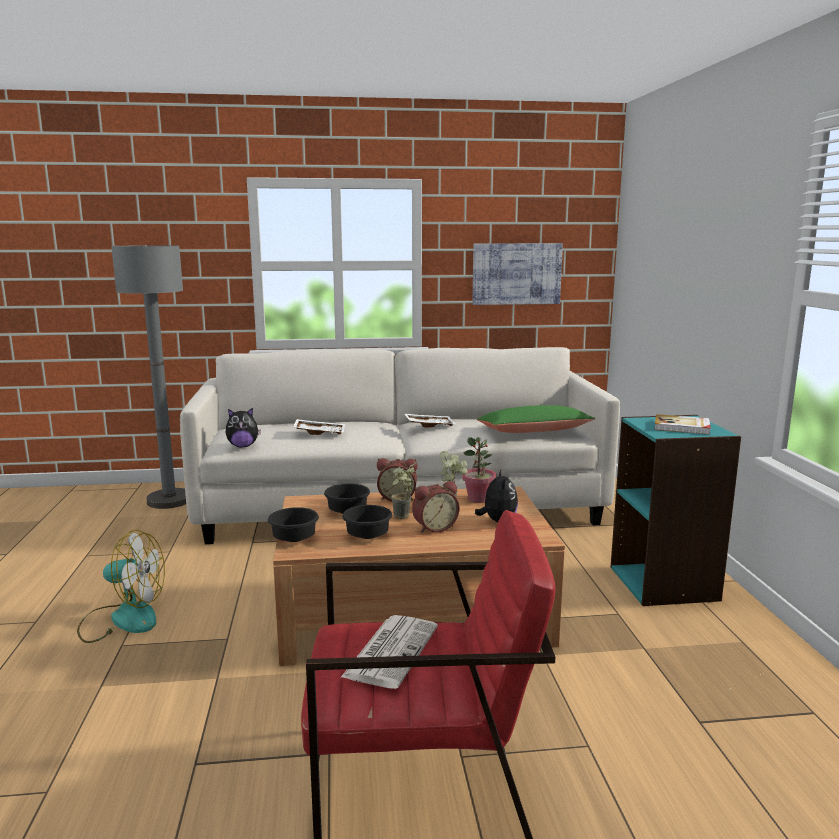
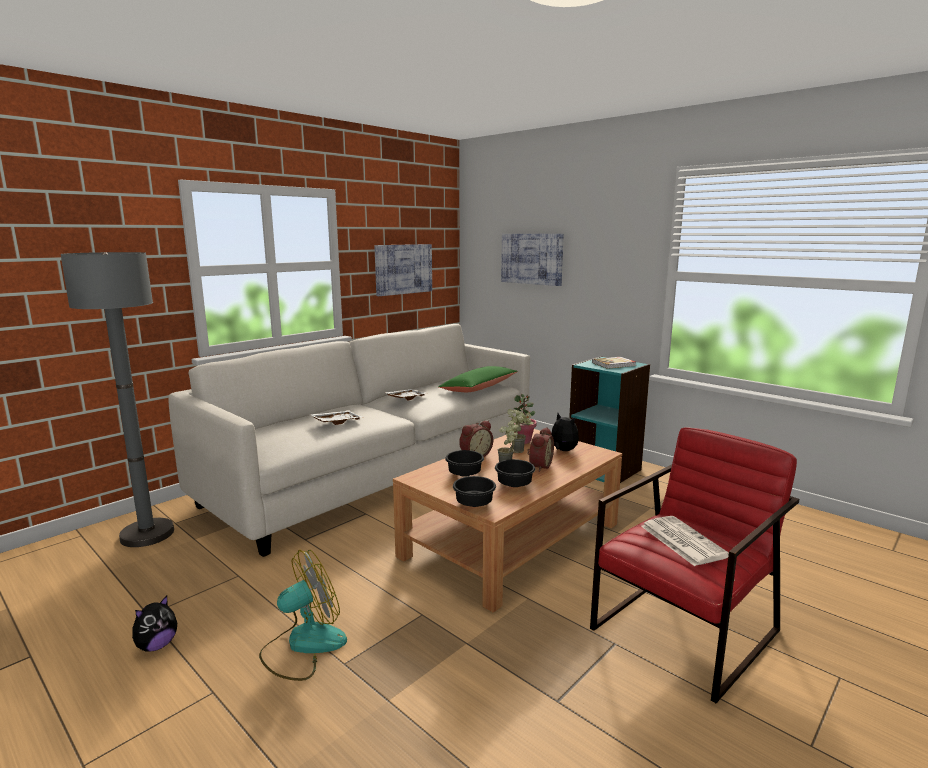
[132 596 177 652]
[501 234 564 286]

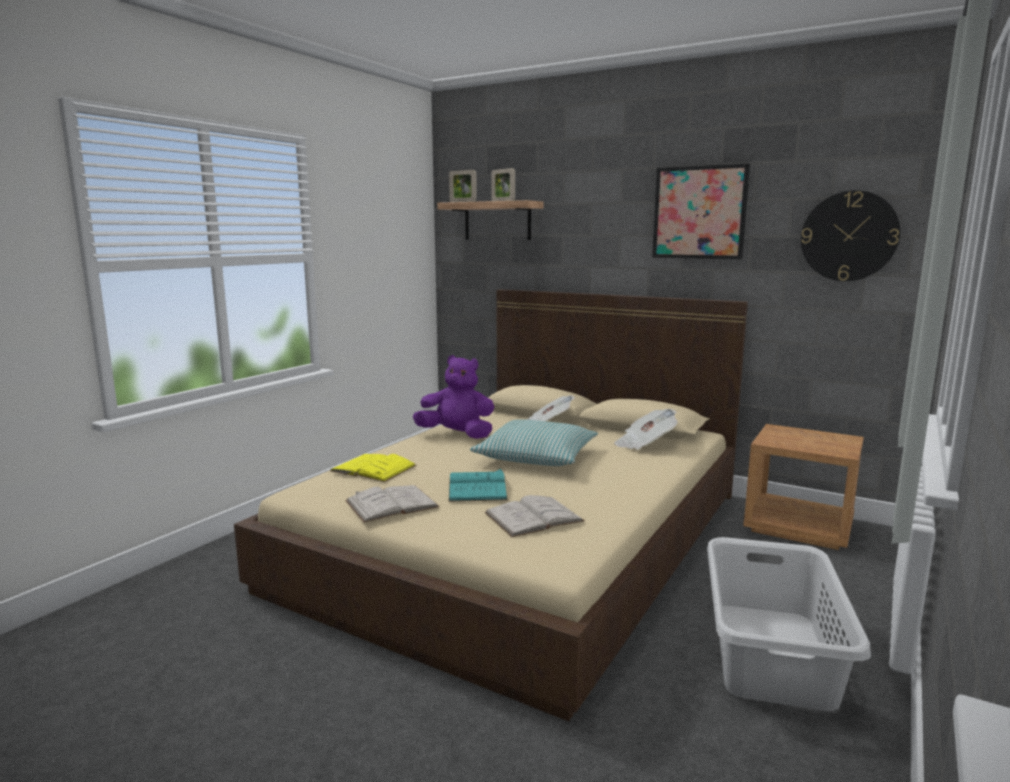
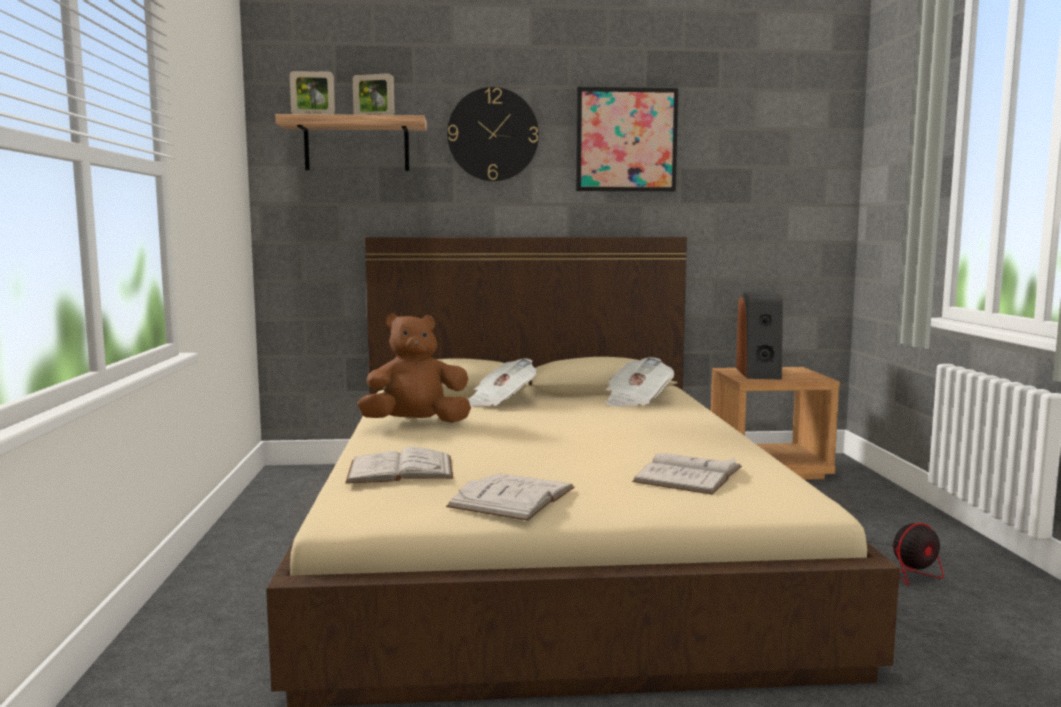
[345 446 453 484]
[357 314 471 423]
[447 87 539 181]
[736 291 783 380]
[867 523 948 586]
[448 468 508 502] (first image)
[470 419 598 466] (first image)

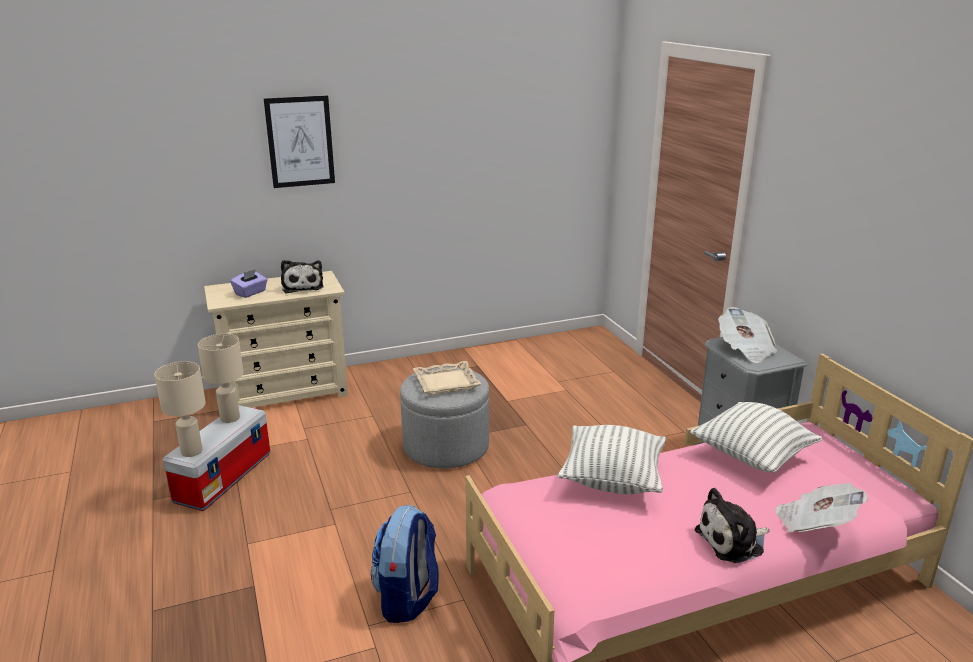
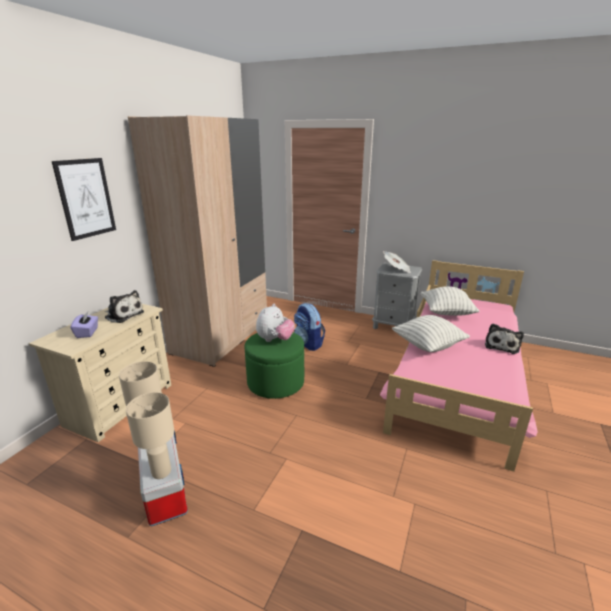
[128 115 267 367]
[245 332 304 399]
[256 304 295 342]
[294 303 325 351]
[775 483 868 532] (first image)

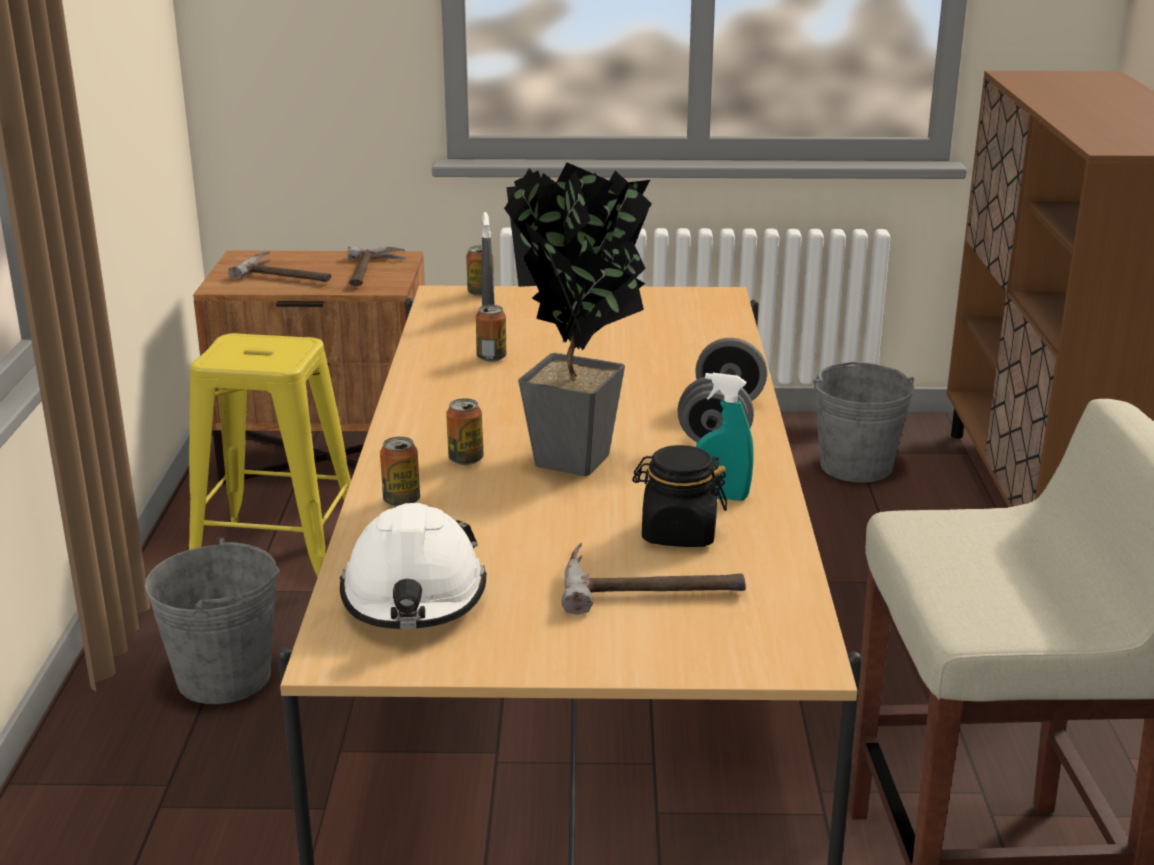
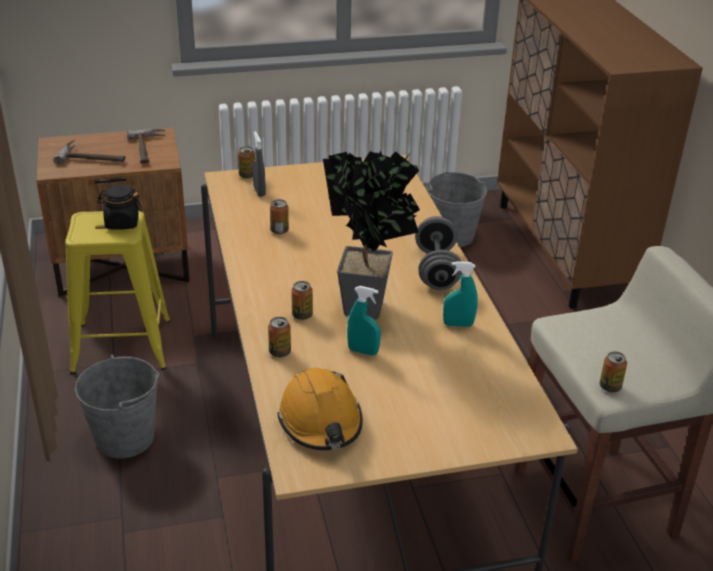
[97 184 142 230]
[277 368 363 450]
[347 286 381 355]
[600 351 627 392]
[562 543 746 615] (first image)

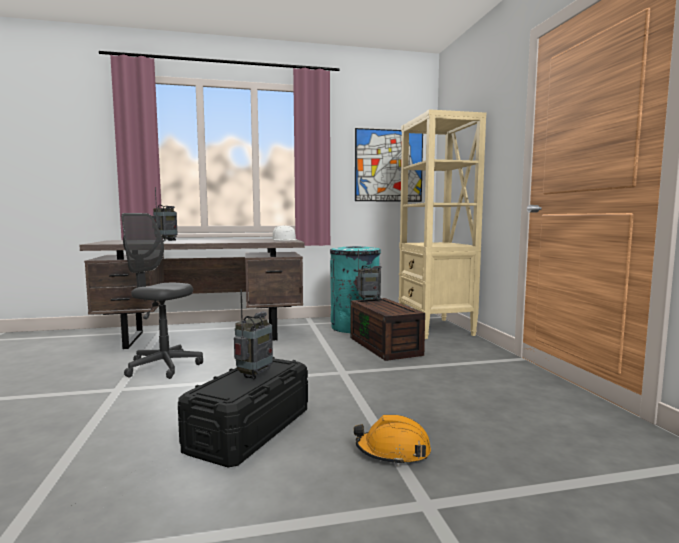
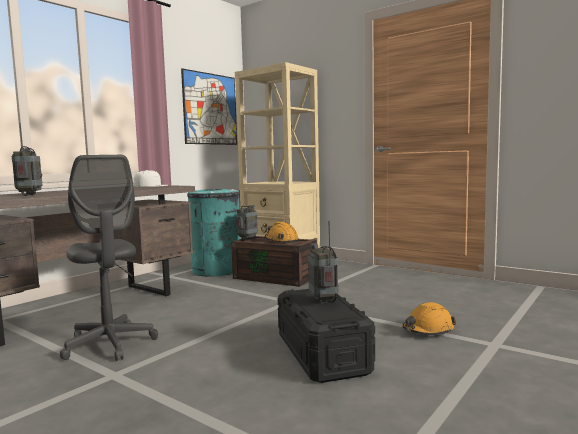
[60 155 158 361]
[265 222 299 244]

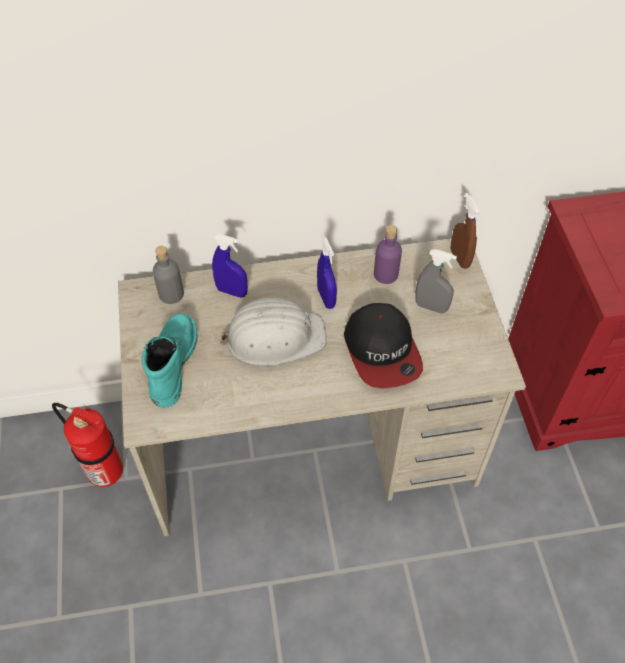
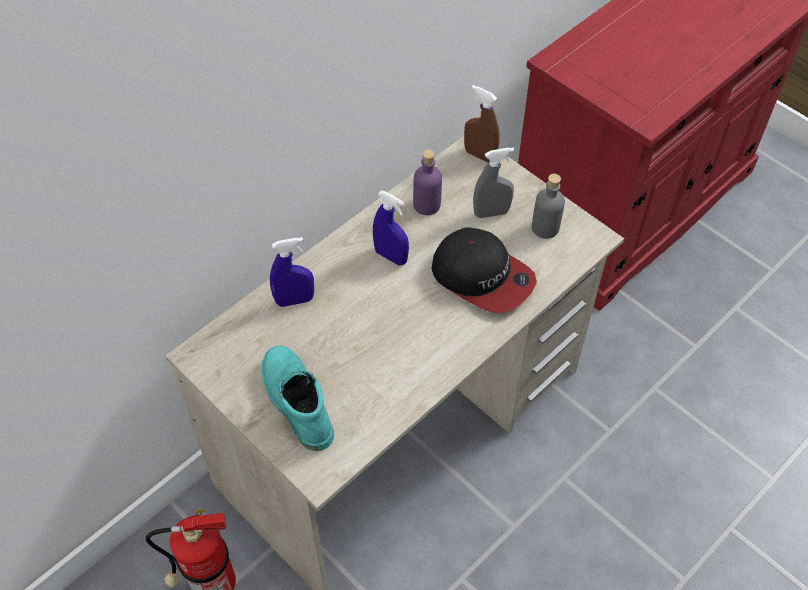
[532 174 565 239]
[219 298 327 367] (first image)

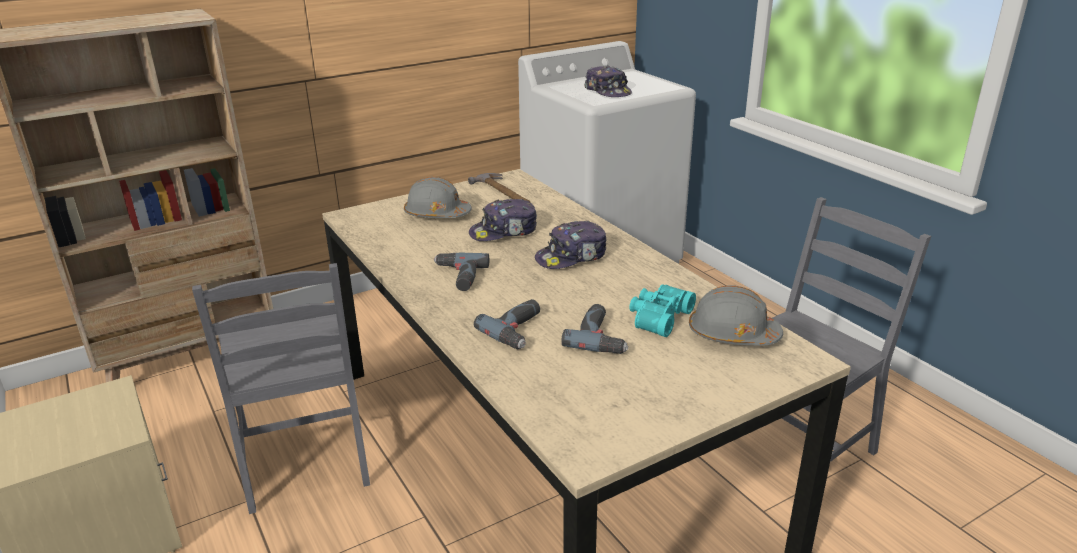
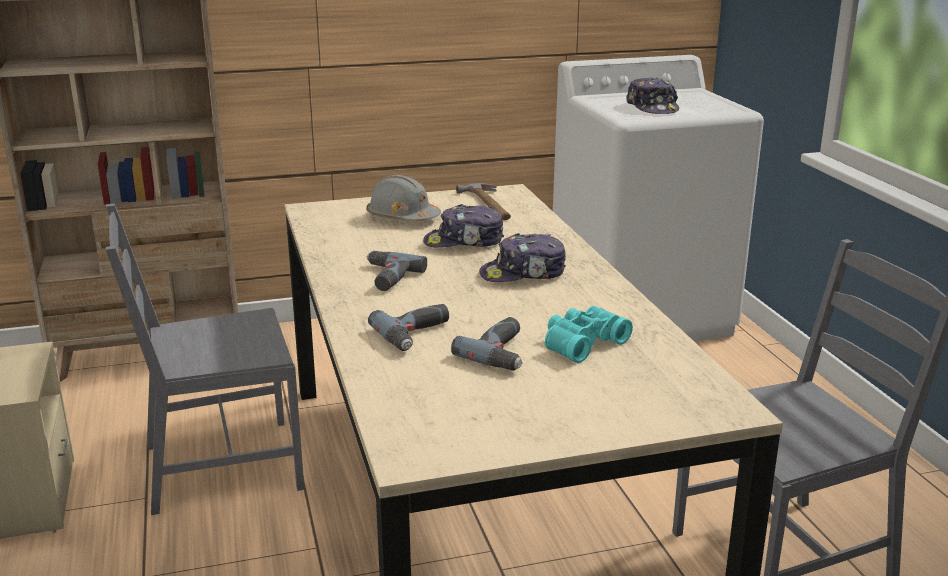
[106 203 304 515]
[689 286 783 346] (first image)

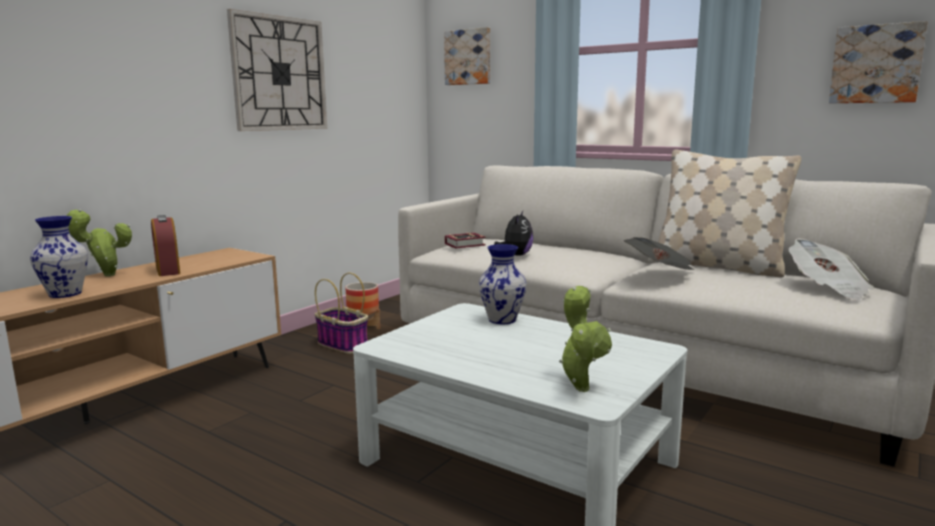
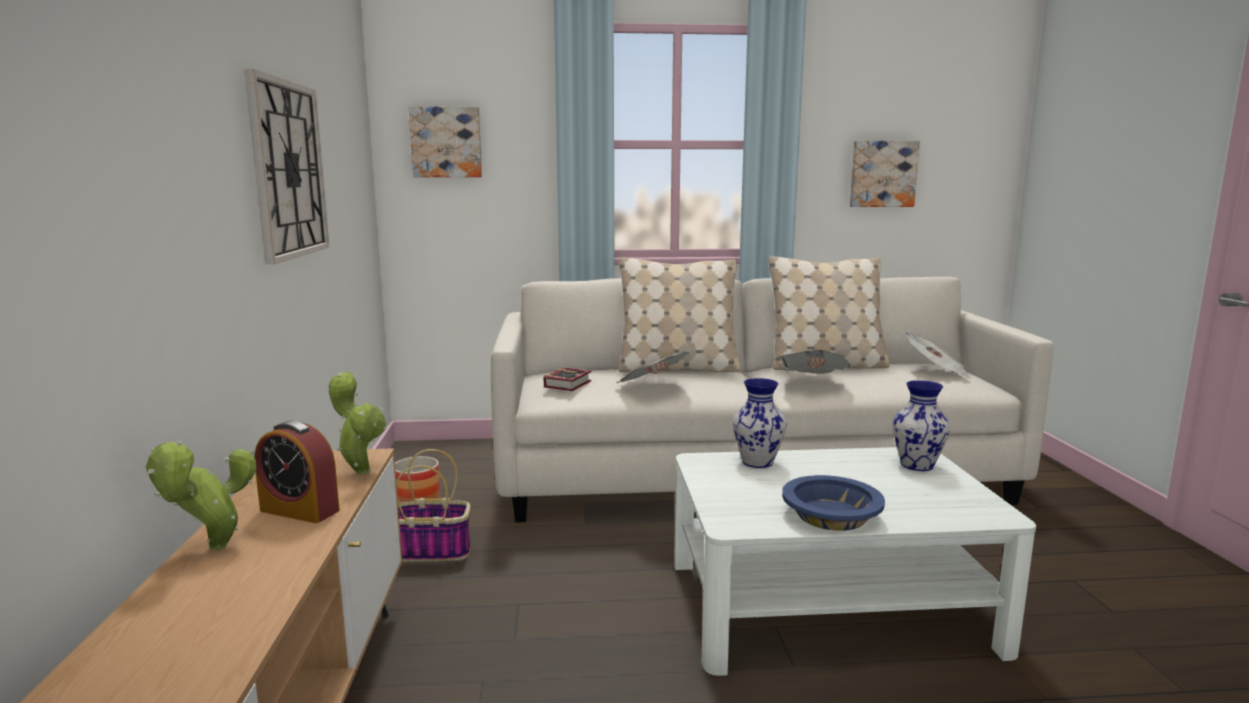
[328 372 387 475]
[616 351 689 383]
[618 257 741 372]
[782 475 885 531]
[893 380 950 471]

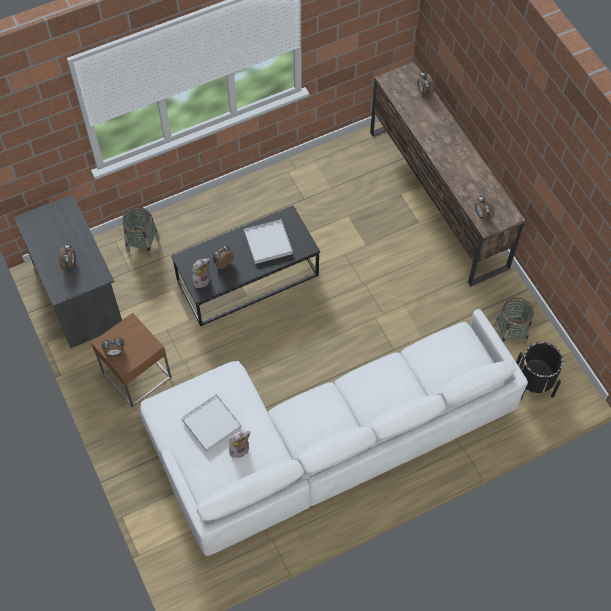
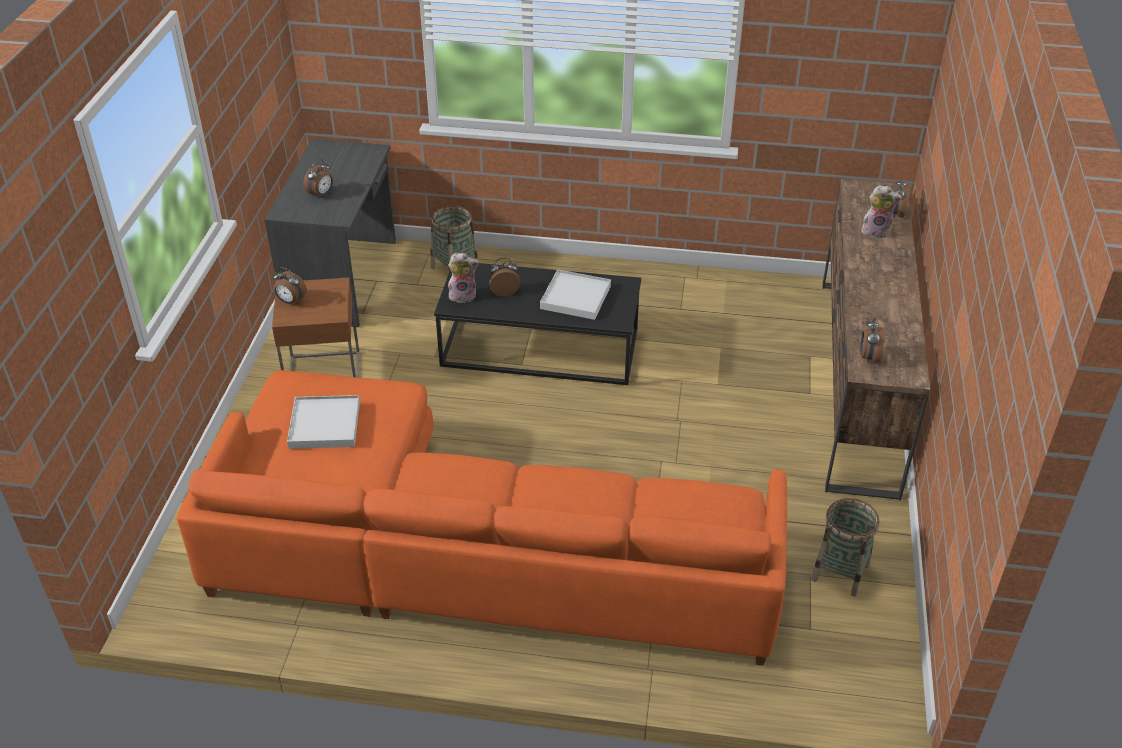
[176 370 787 666]
[861 185 902 238]
[516 342 563 400] (first image)

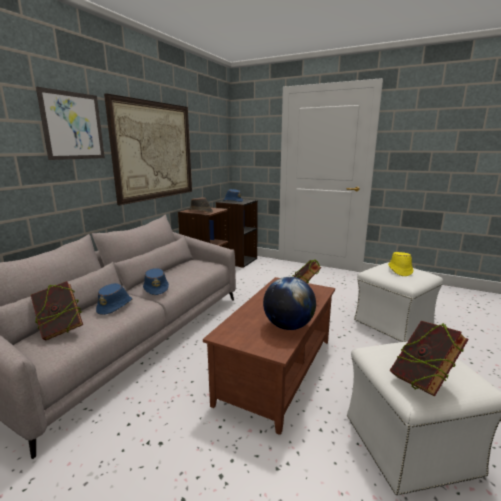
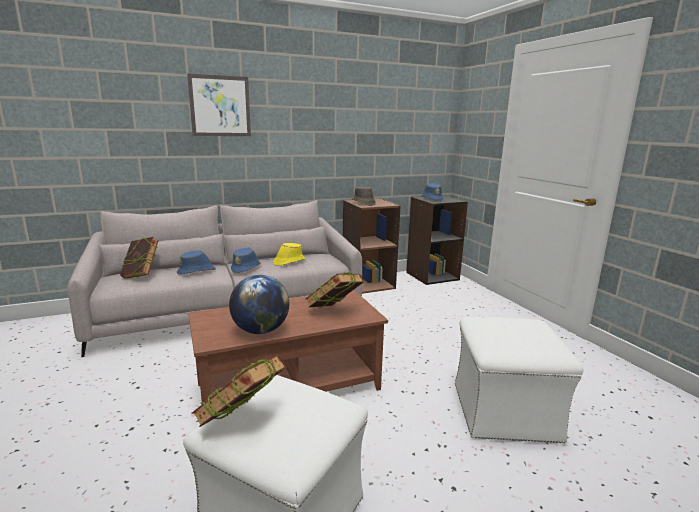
[273 243 306 266]
[104 93 192 205] (first image)

